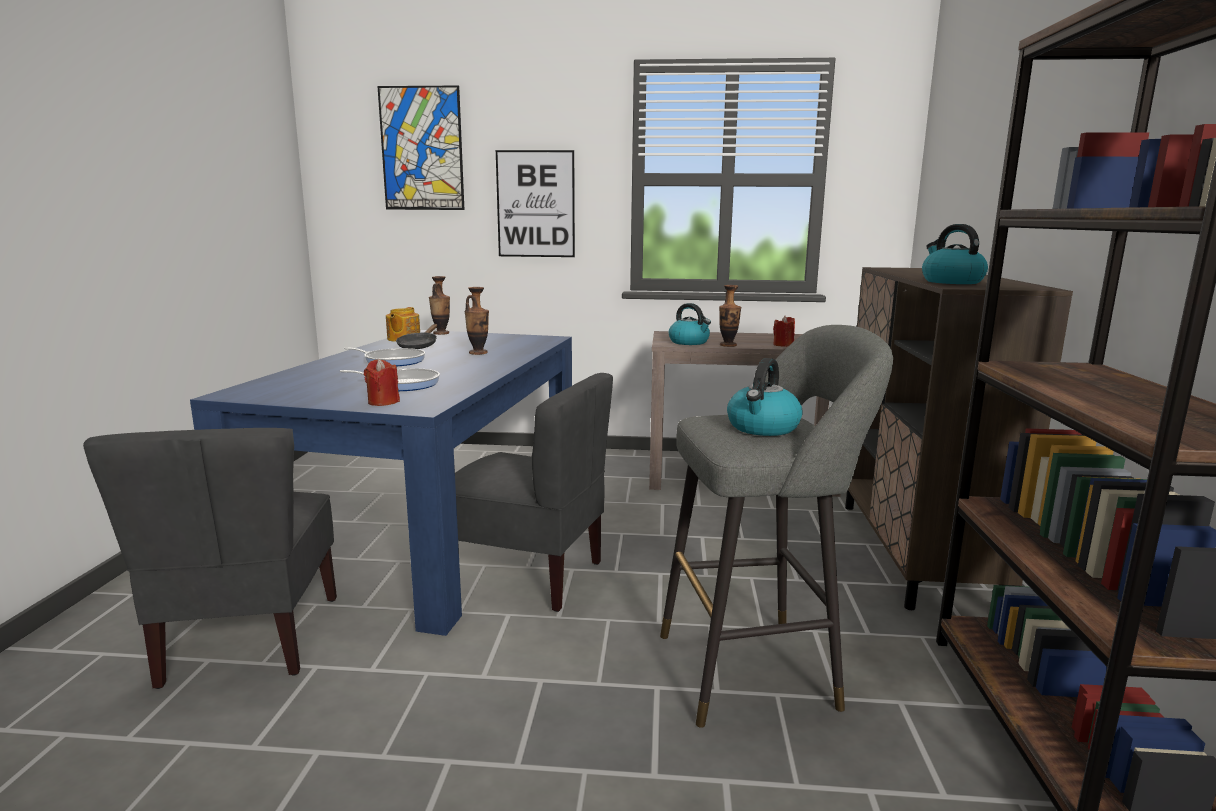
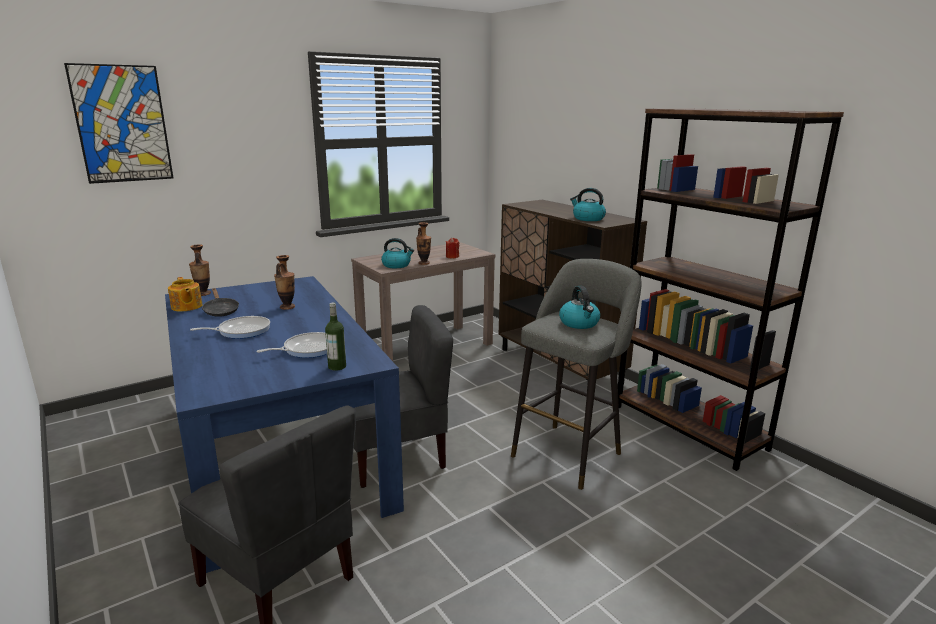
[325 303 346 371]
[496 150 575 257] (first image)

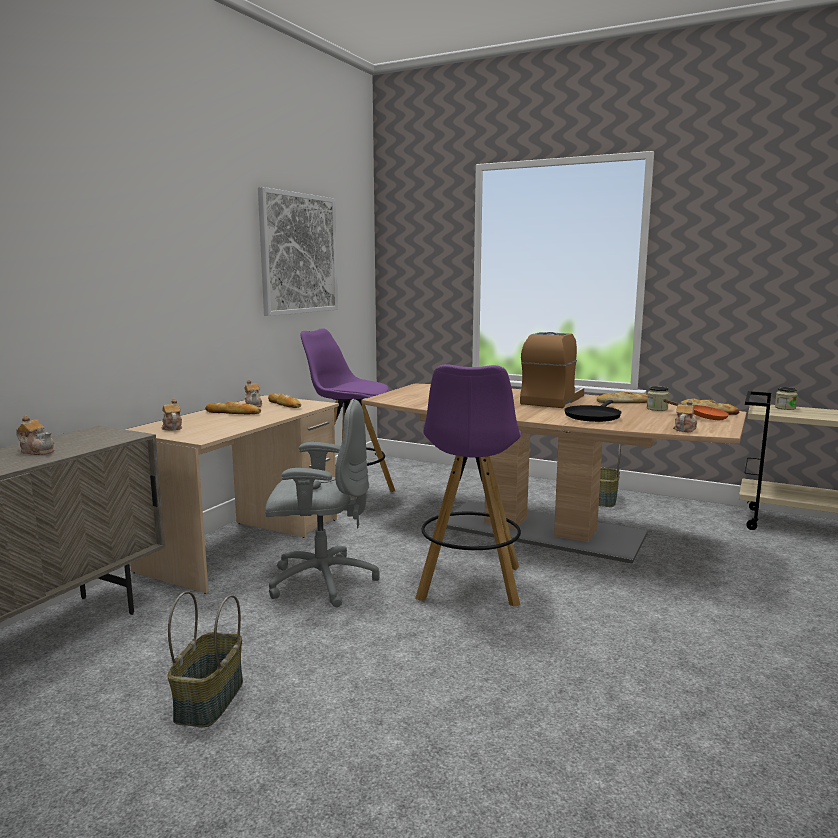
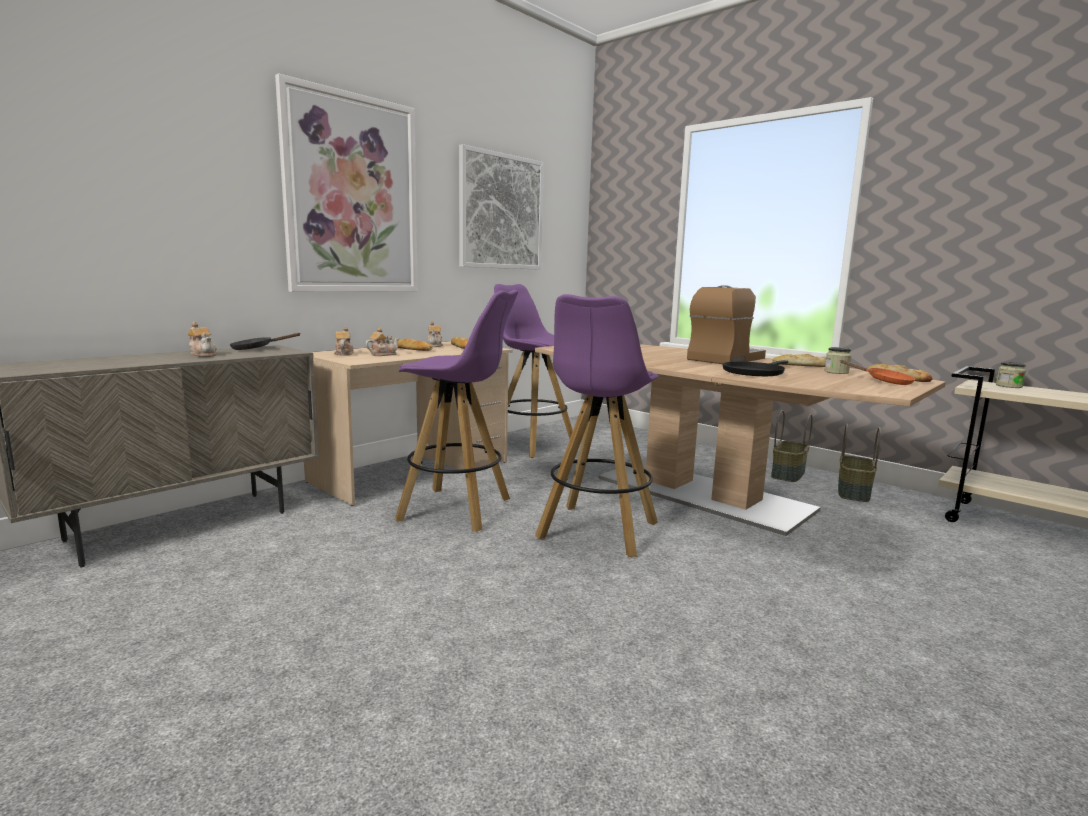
[229 333 301 350]
[275 73 418 292]
[366 328 399 356]
[395 290 518 532]
[838 424 881 502]

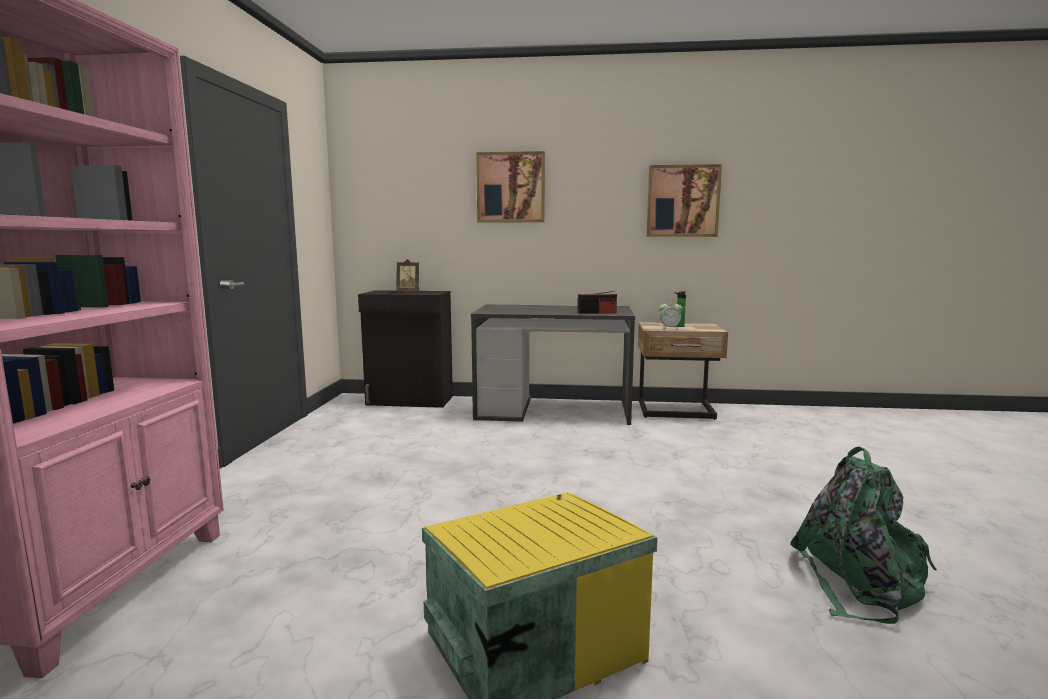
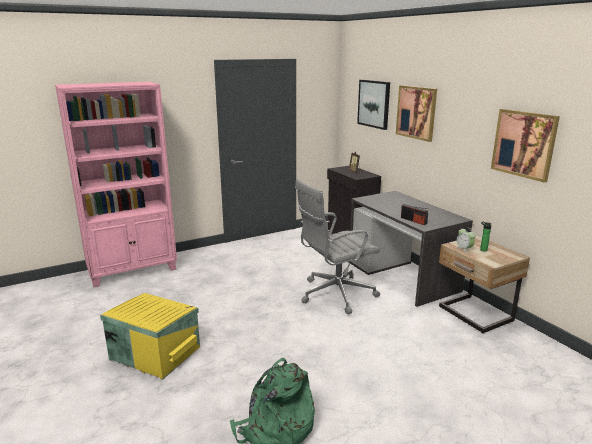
[295 179 380 314]
[357 80 390 130]

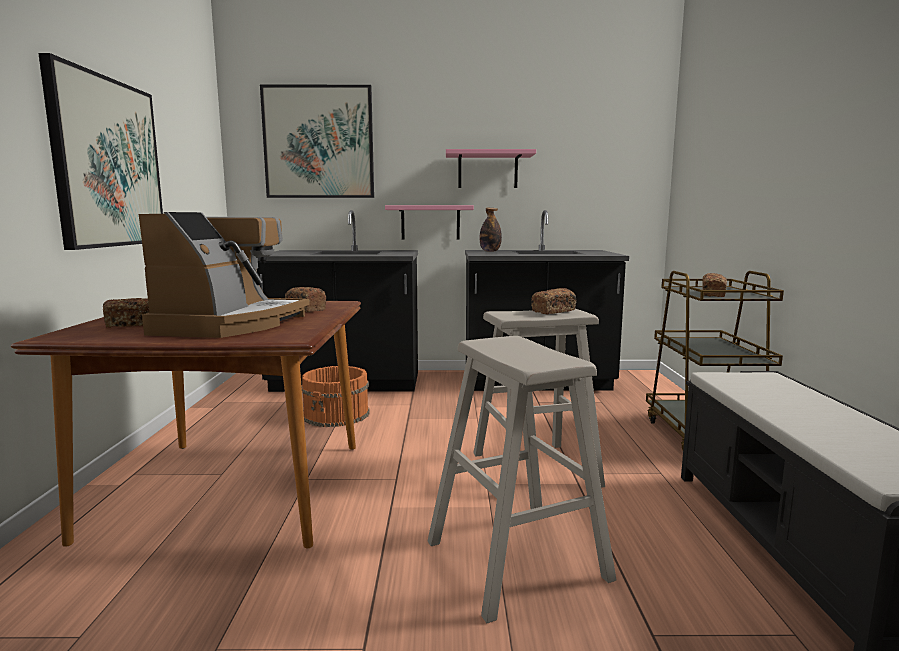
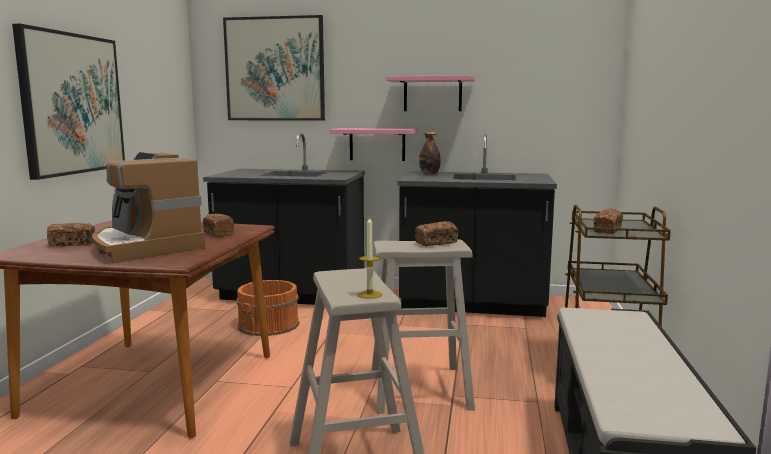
[92 152 205 263]
[358 216 382 299]

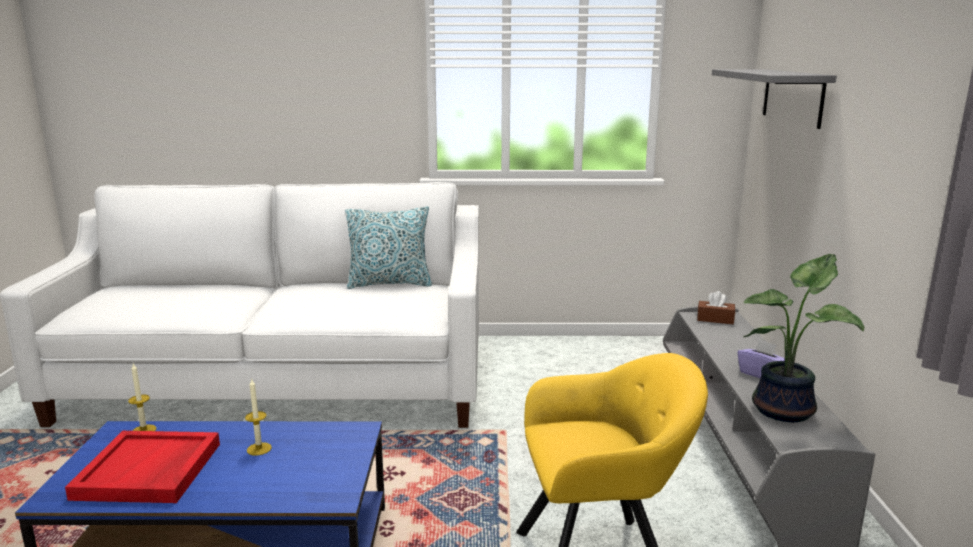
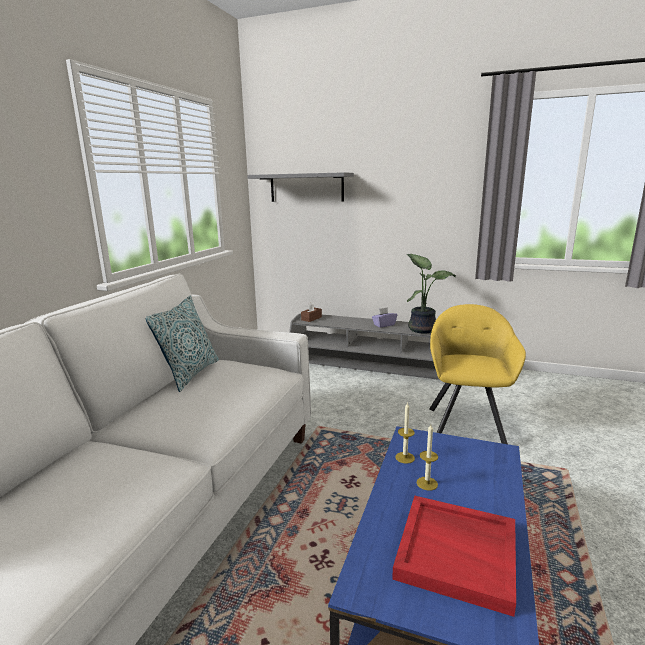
[396 402 415 464]

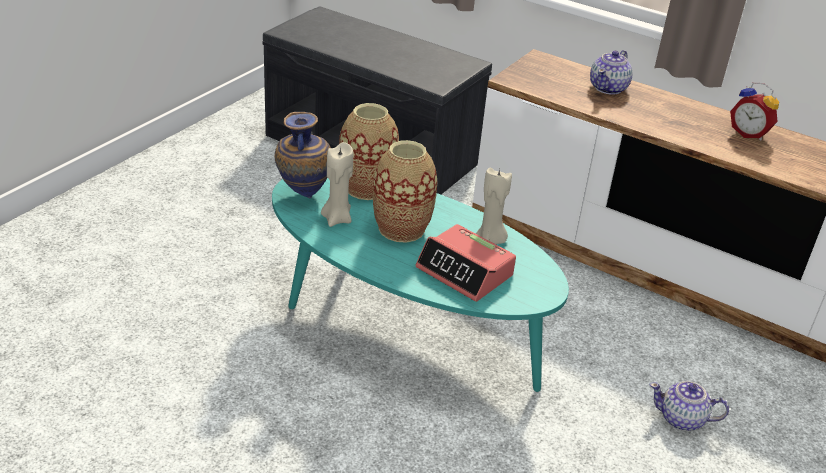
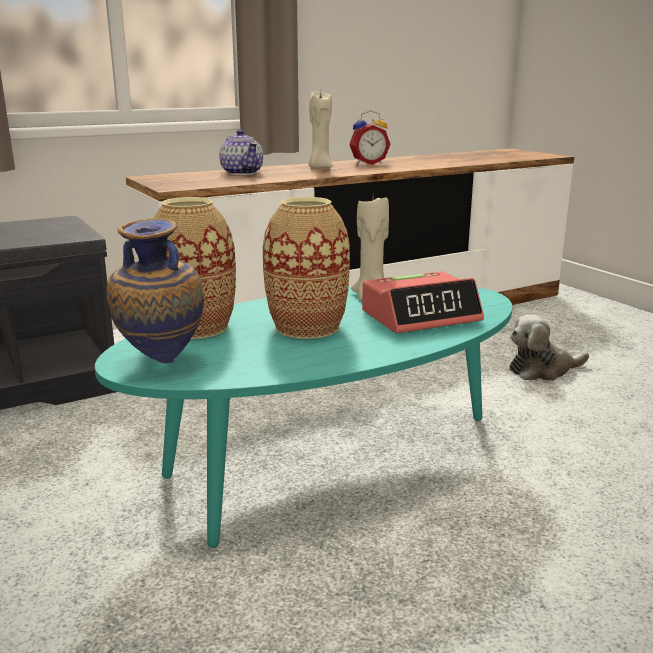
[309 91 333 168]
[509 315 589 381]

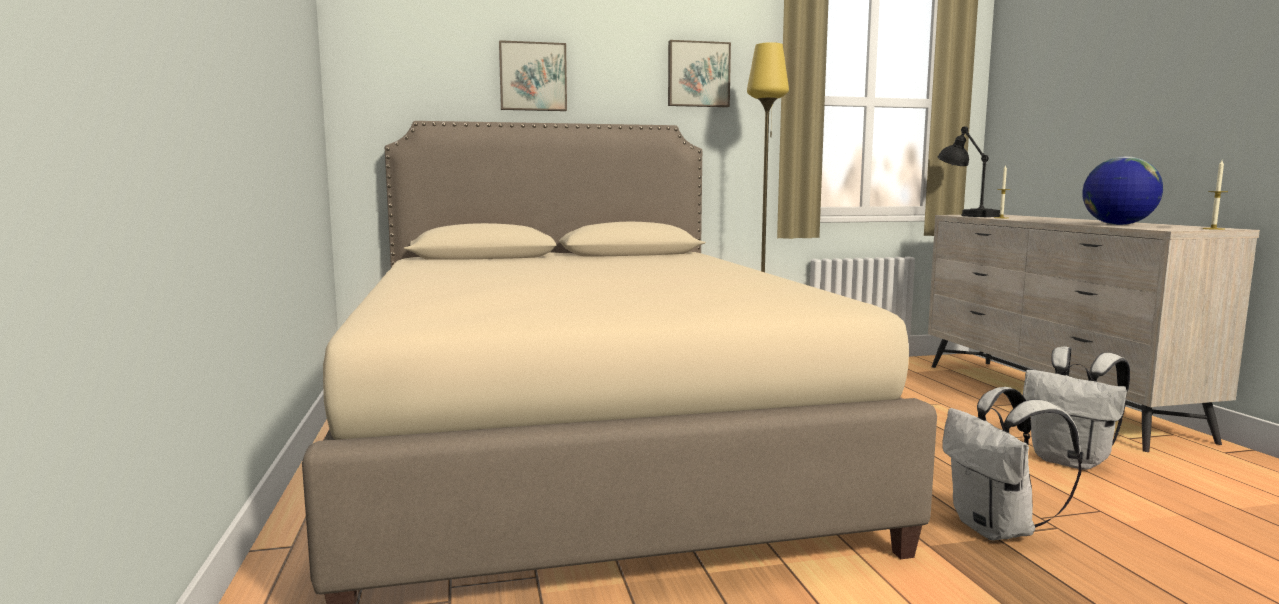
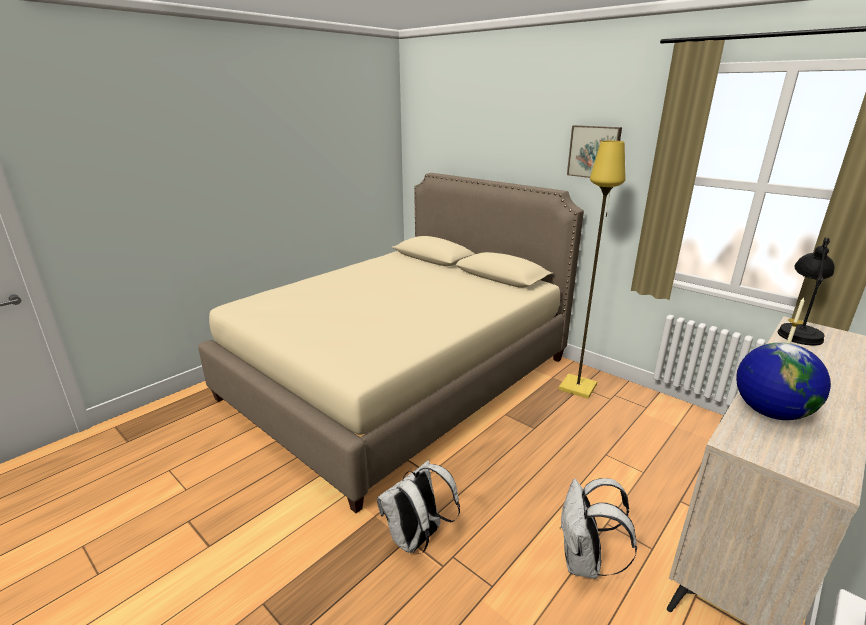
[499 40 567 111] (first image)
[1202 160 1228 230] (first image)

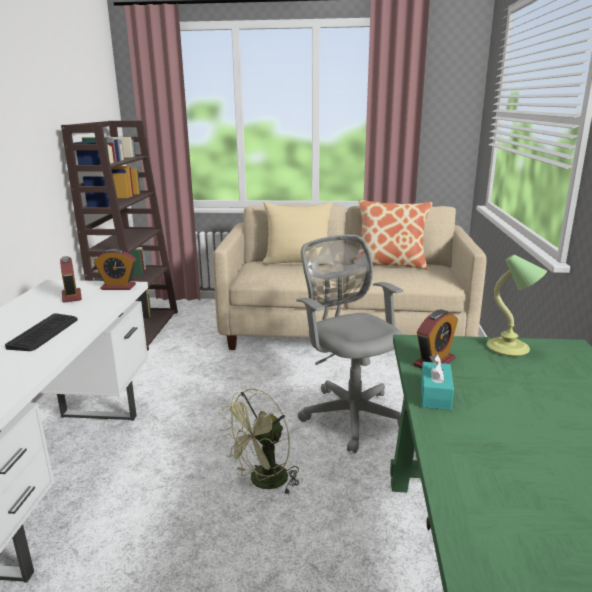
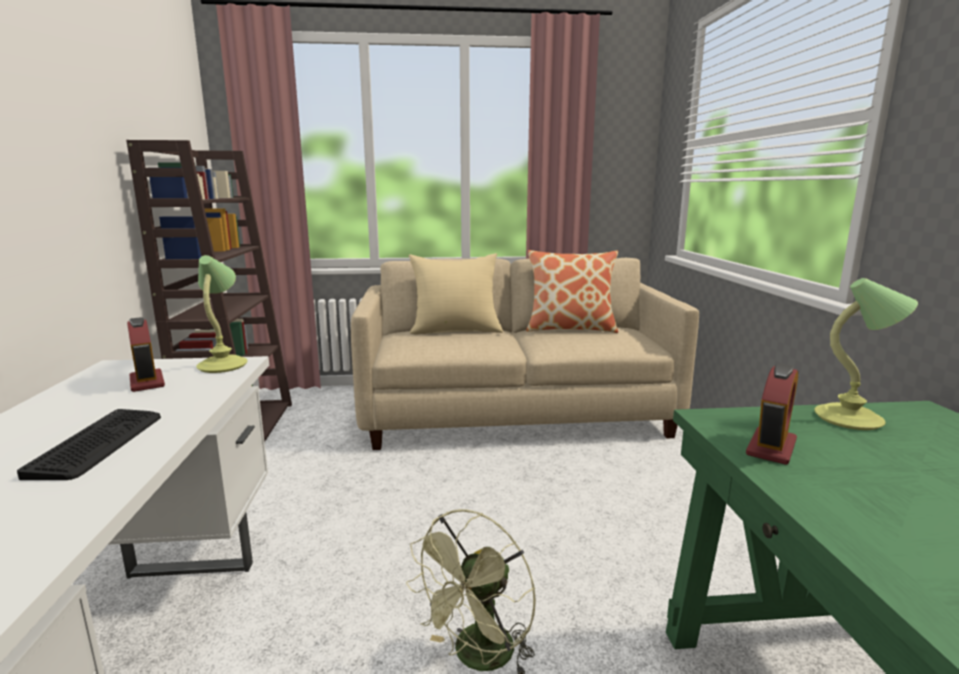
[196 255 248 373]
[296 235 403 453] (first image)
[421 354 454 410] (first image)

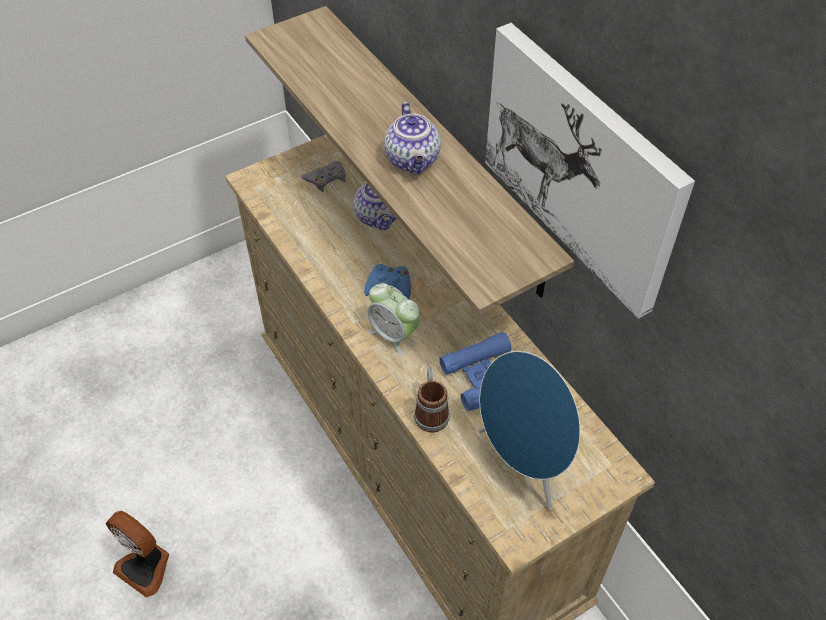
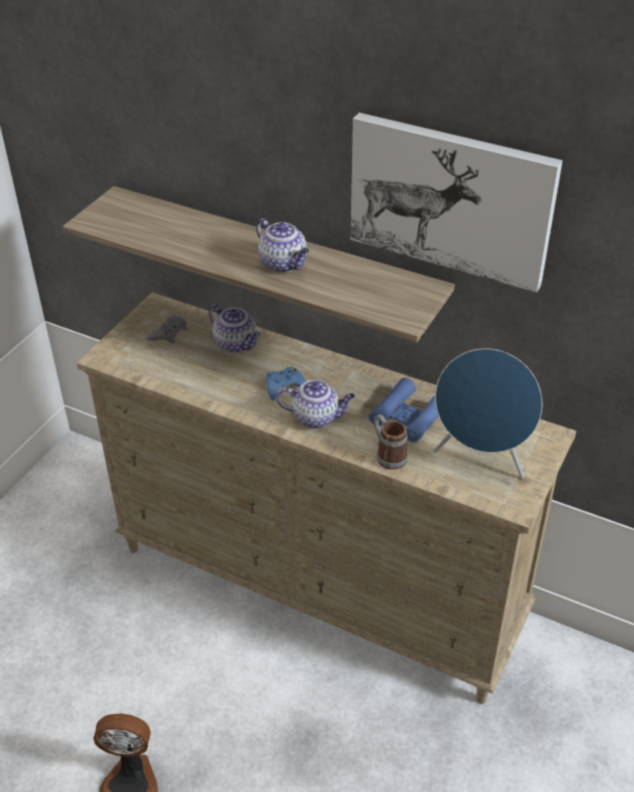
[276 380 355 429]

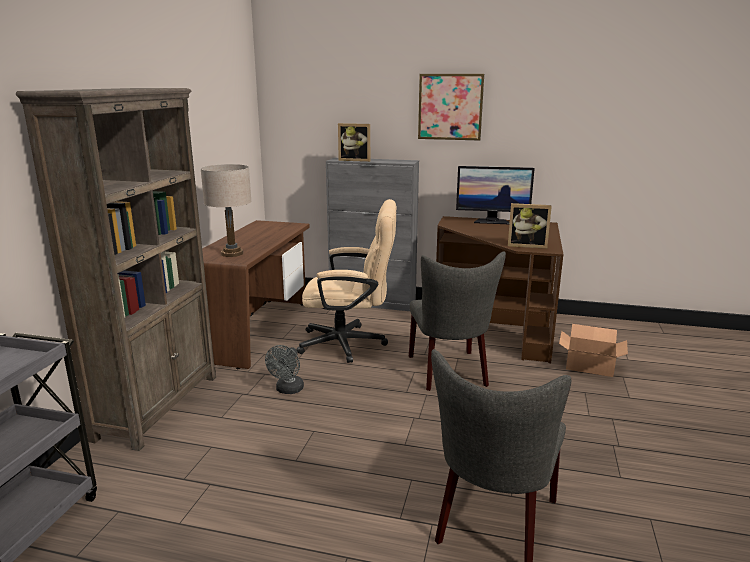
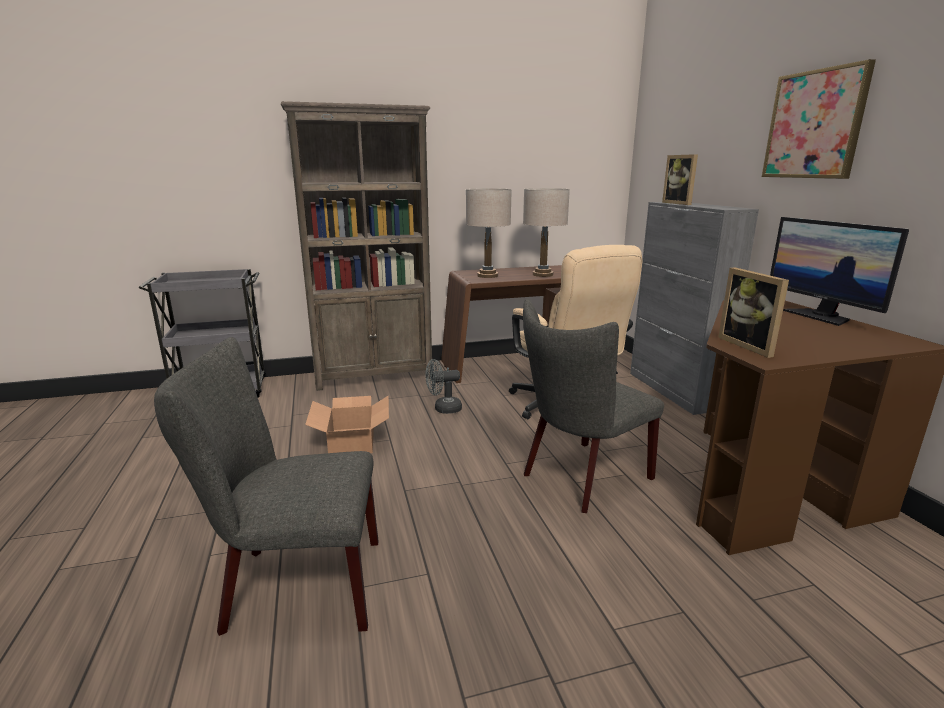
[305 395 389 453]
[523 188 570 277]

